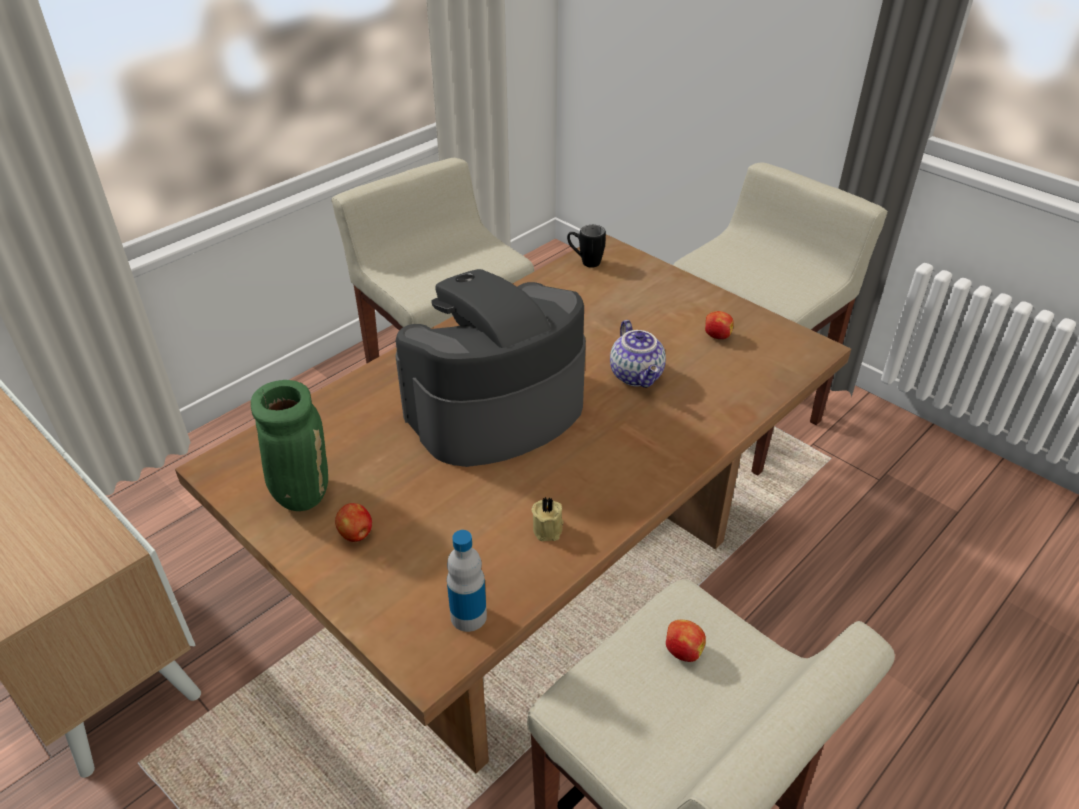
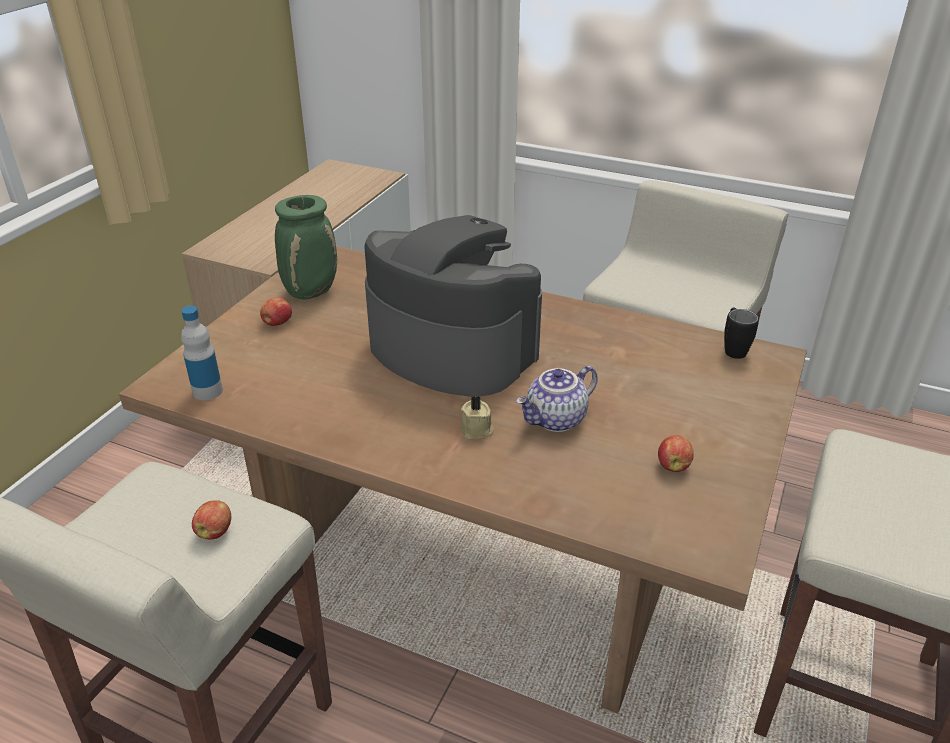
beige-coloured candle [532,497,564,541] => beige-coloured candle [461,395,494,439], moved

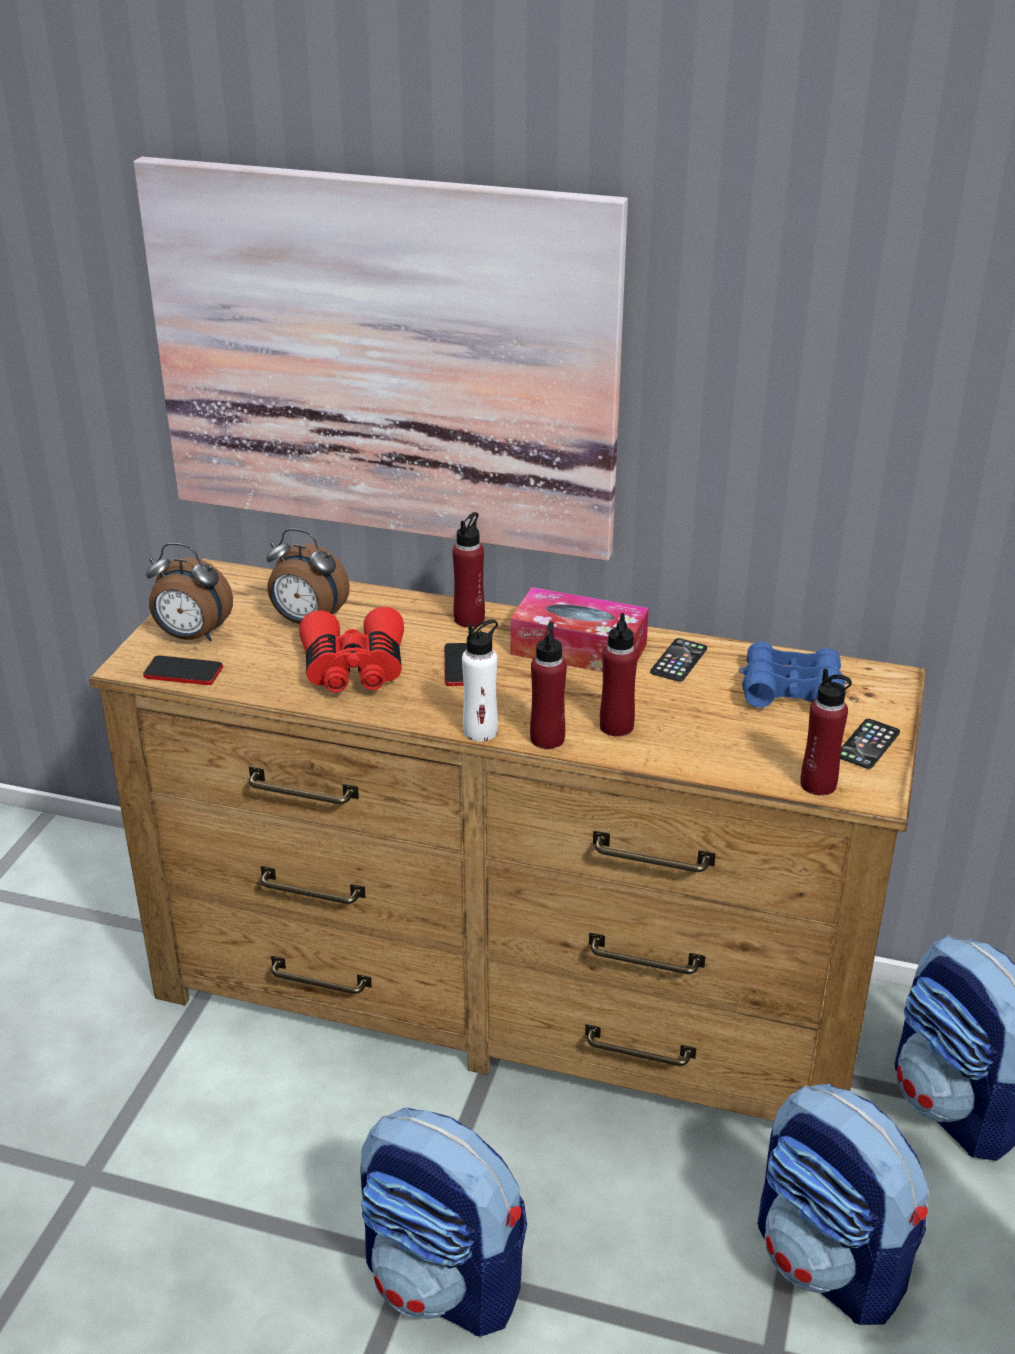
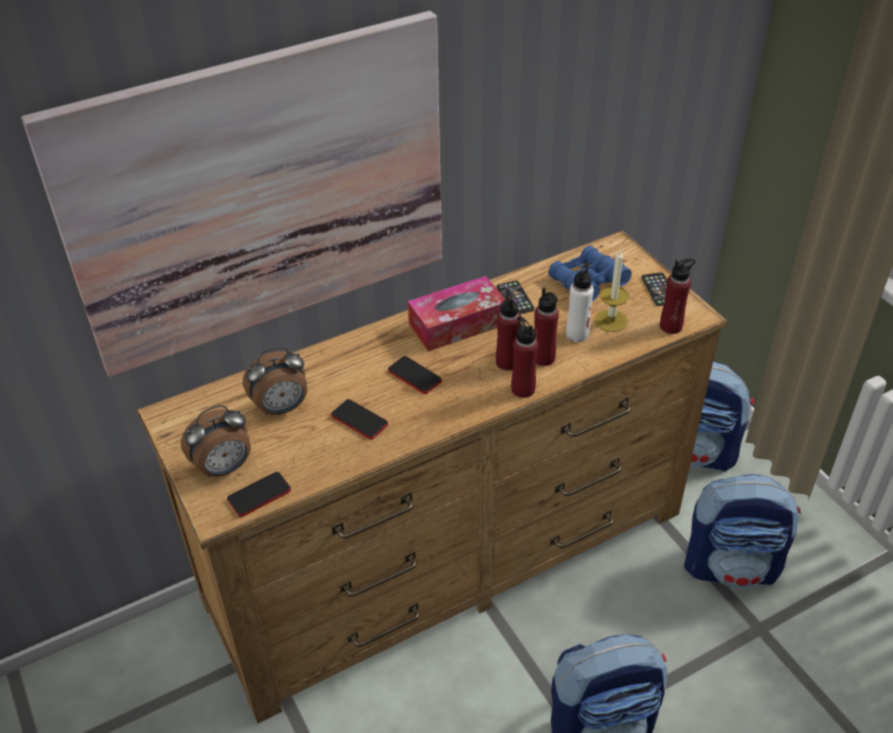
reddish pair of binoculars [299,607,404,693] => handset [331,399,388,439]
reddish beverage bottle [452,512,485,627] => reddish beverage bottle [496,289,521,371], moved
white beverage bottle [462,620,498,741] => white beverage bottle [566,262,594,342], moved
nothing => candle [595,250,629,332]

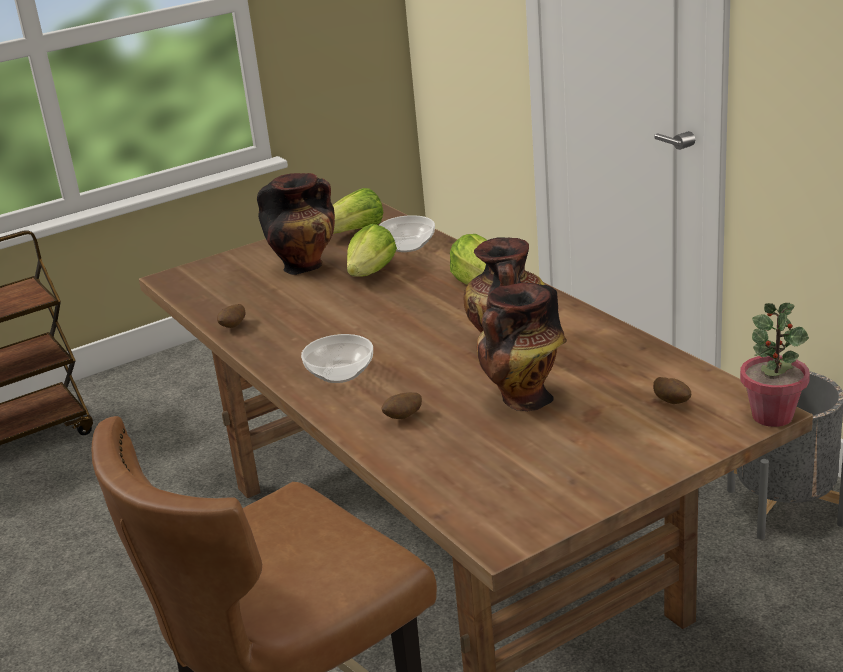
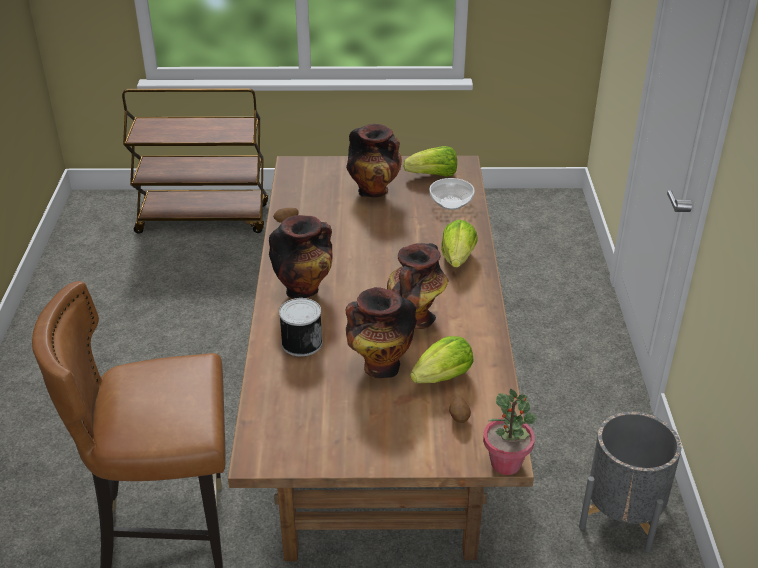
bowl [301,334,373,383] => vase [269,215,333,299]
lettuce [347,224,397,277] => lettuce [410,336,474,383], moved
spud [382,392,422,419] => can [279,298,323,356]

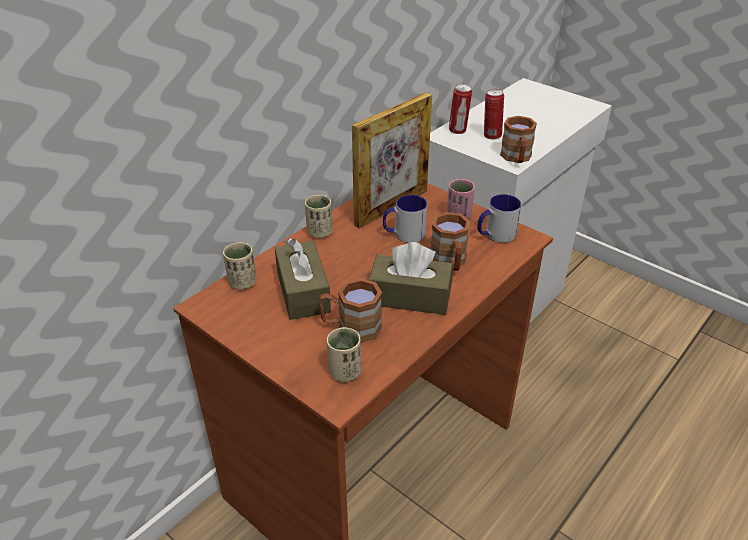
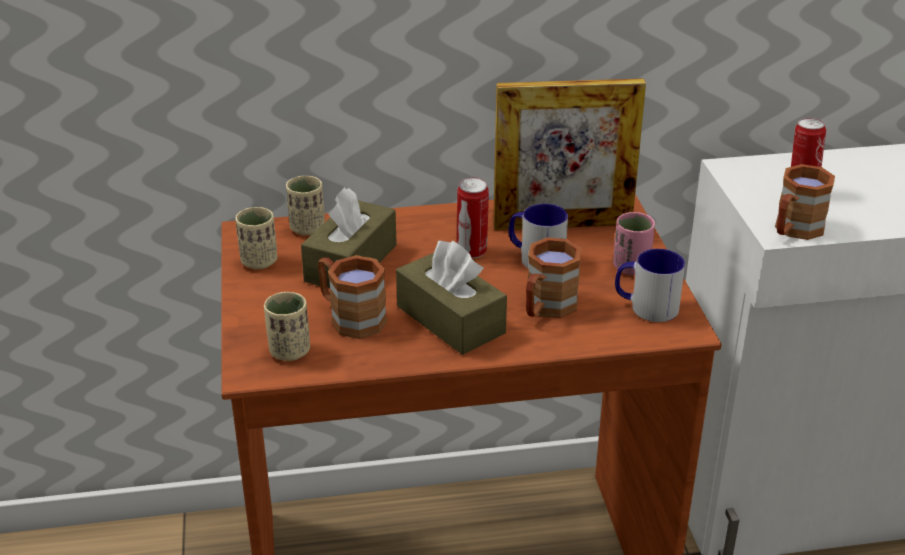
beige-coloured drinking cup [305,195,333,238] => beige-coloured drinking cup [235,207,277,269], moved
can [449,84,472,134] => can [457,177,489,258], moved

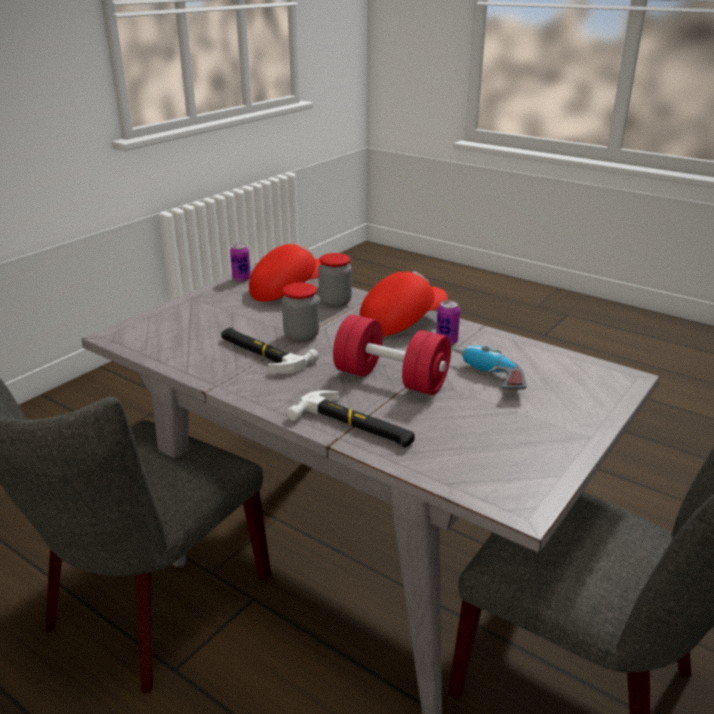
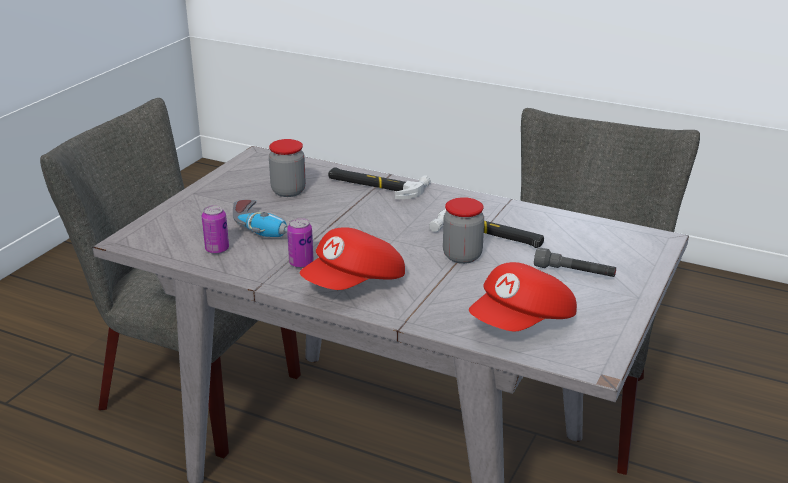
can [230,243,251,282] => can [202,205,229,254], moved
jar [318,253,352,307] => jar [269,139,306,197], moved
reddish free weight [333,315,451,395] => nothing
nothing => greyish torch [534,247,616,277]

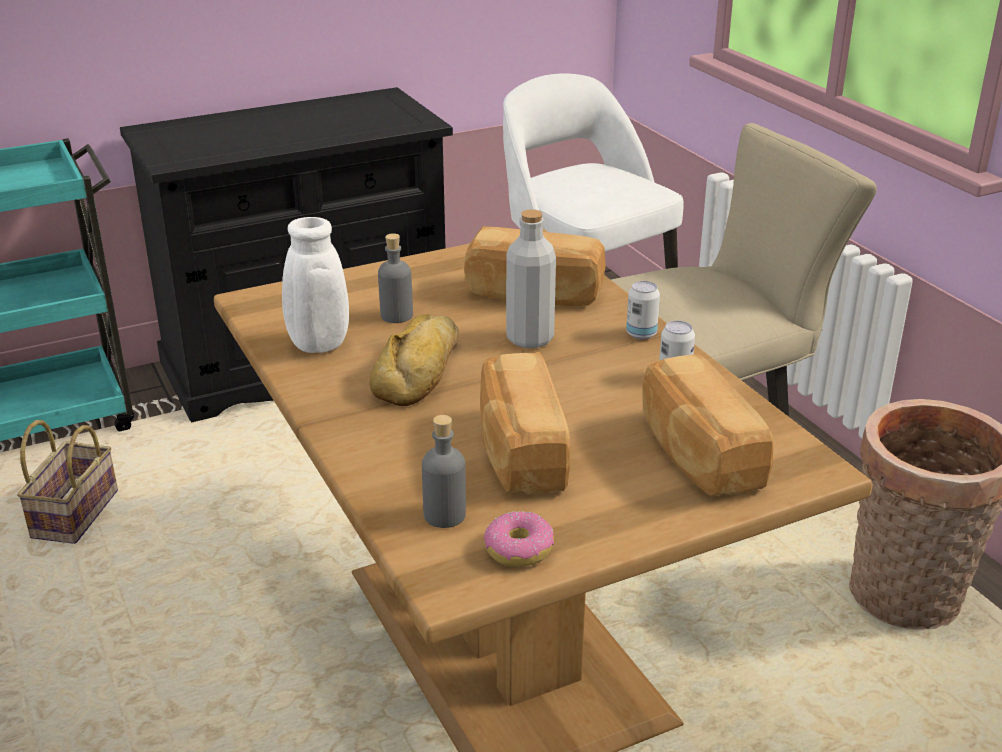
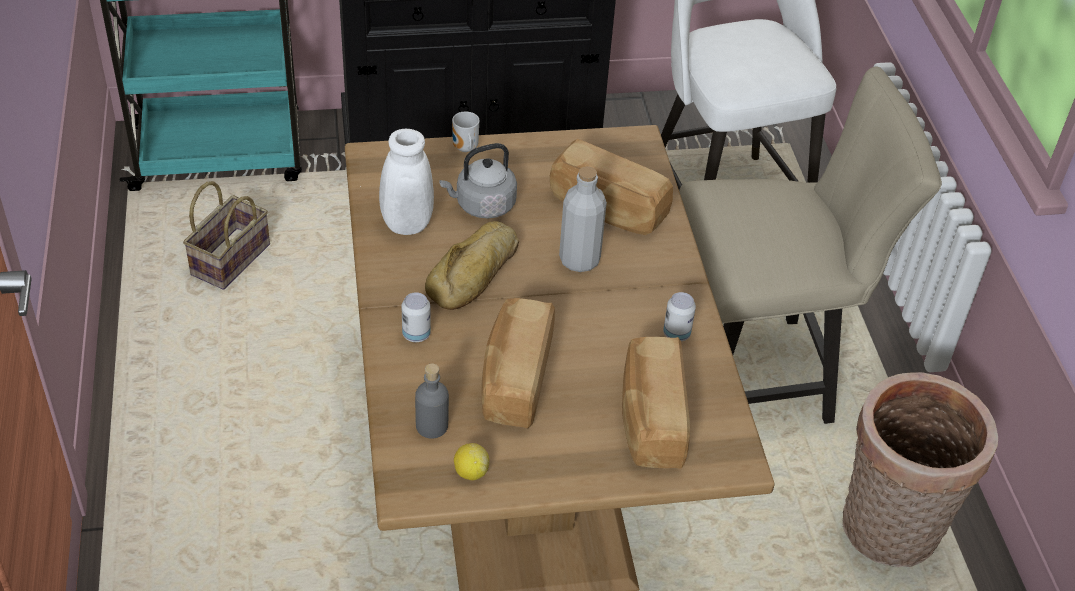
greyish beverage bottle [378,233,413,323] => greyish tea kettle [439,143,517,218]
ring doughnut [484,511,554,567] => citrus fruit [454,443,489,480]
can [626,281,660,340] => can [401,292,431,342], moved
nothing => tea mug [452,111,479,152]

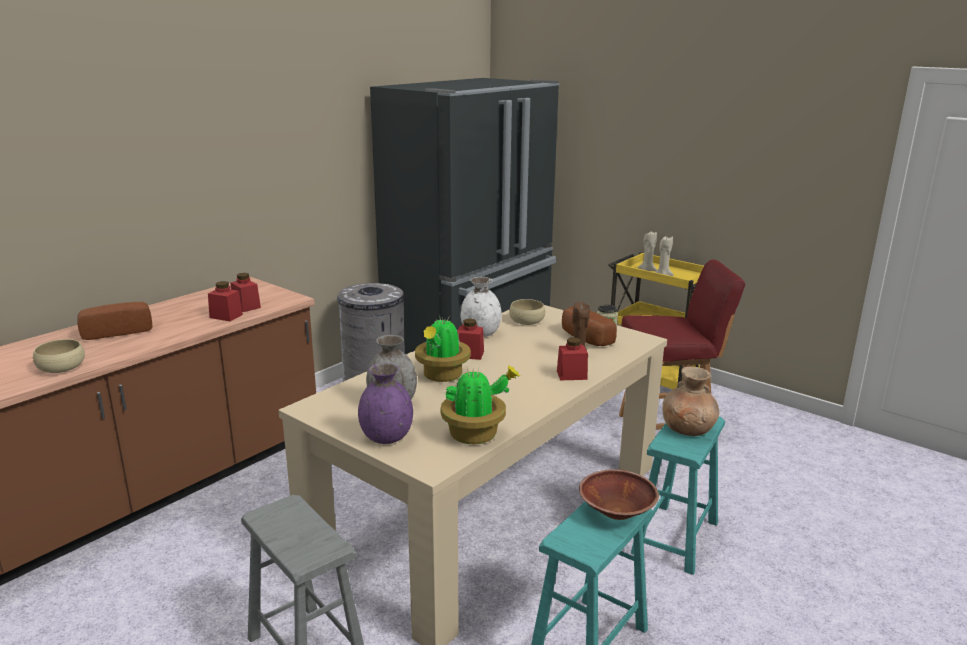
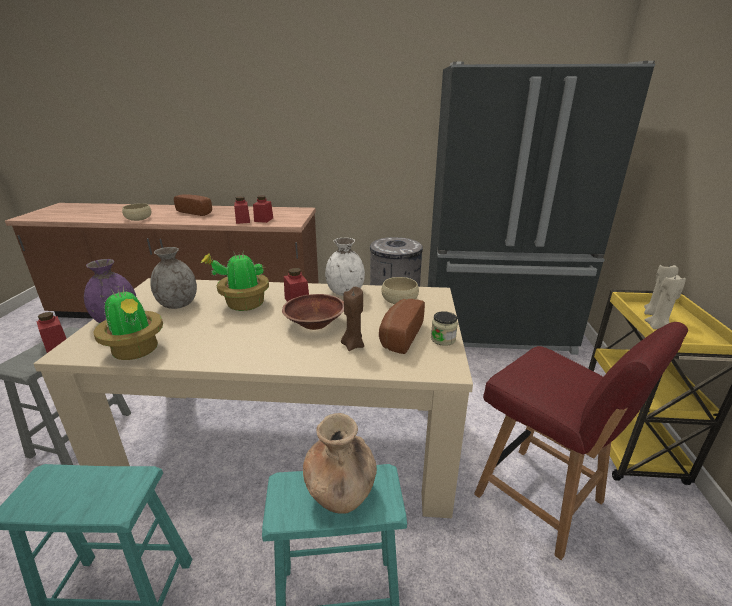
reddish jar [557,337,588,380] => reddish jar [36,312,67,353], moved
brownish bowl [579,469,659,520] => brownish bowl [282,294,344,330], moved

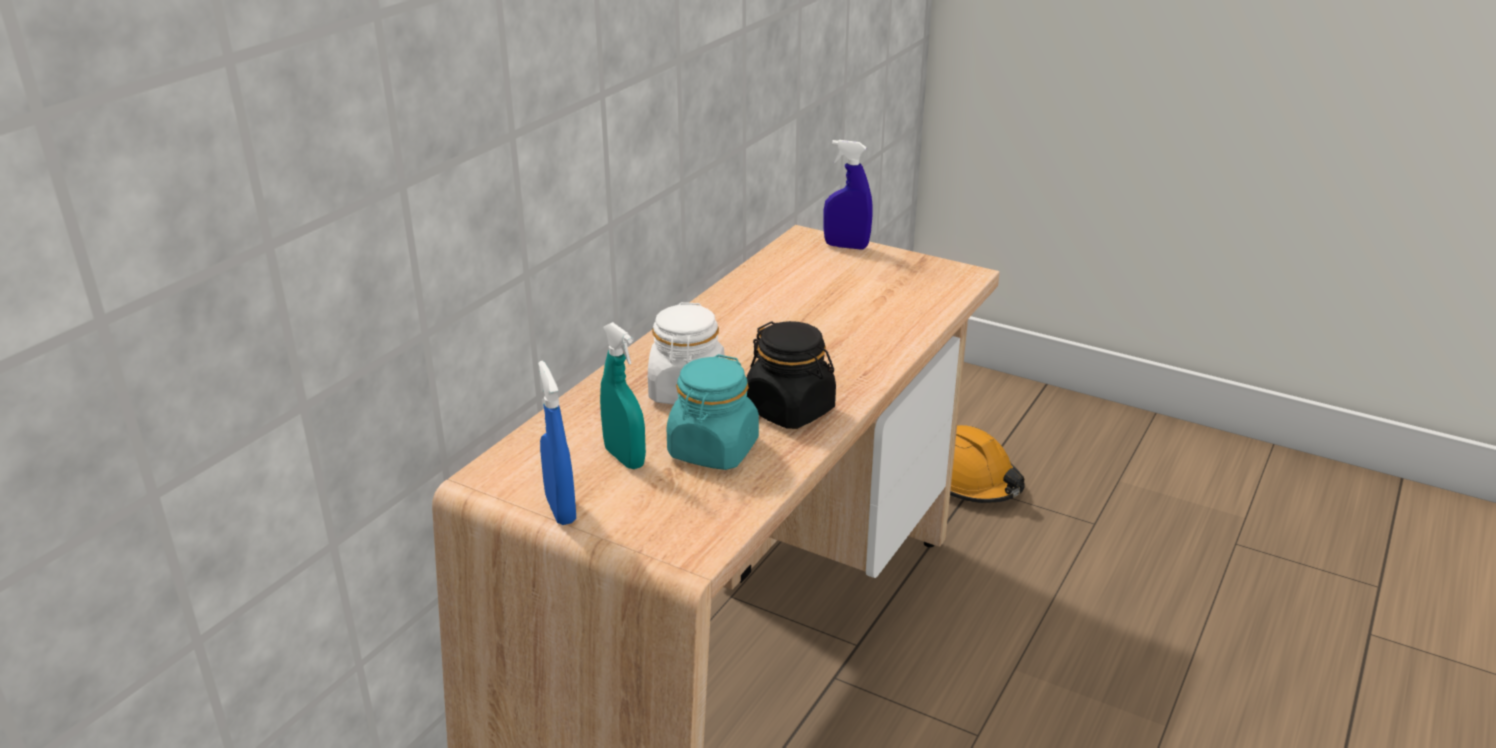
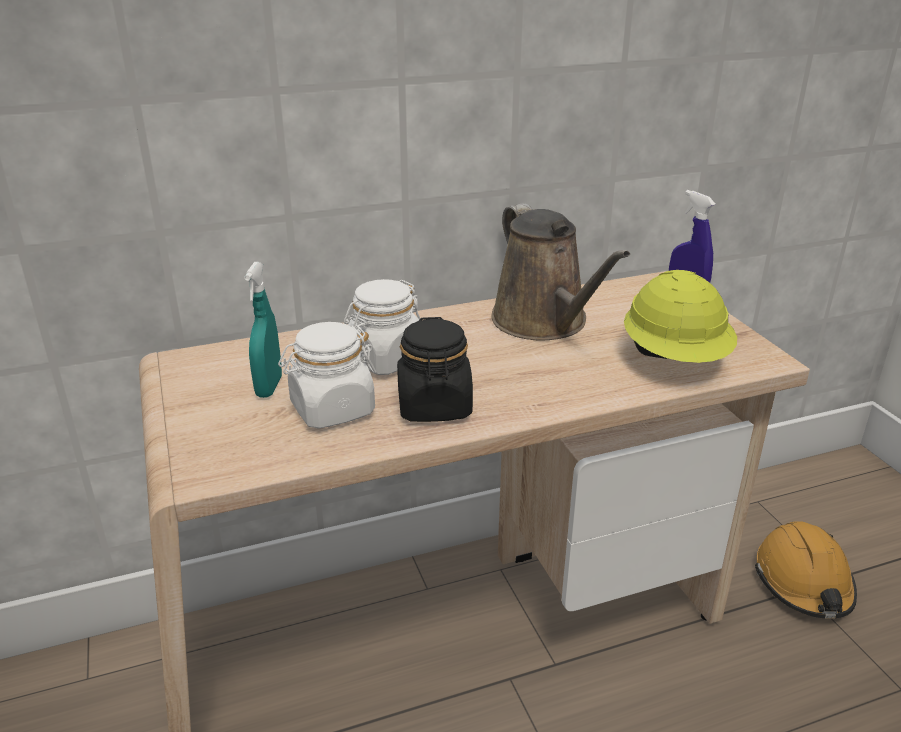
blue-coloured sprayer [538,361,576,525] => nothing
blue-green jar [667,354,759,470] => white jar [278,322,377,429]
nothing => brownish watering pot [491,203,630,340]
nothing => yellowish safety helmet [624,270,737,363]

